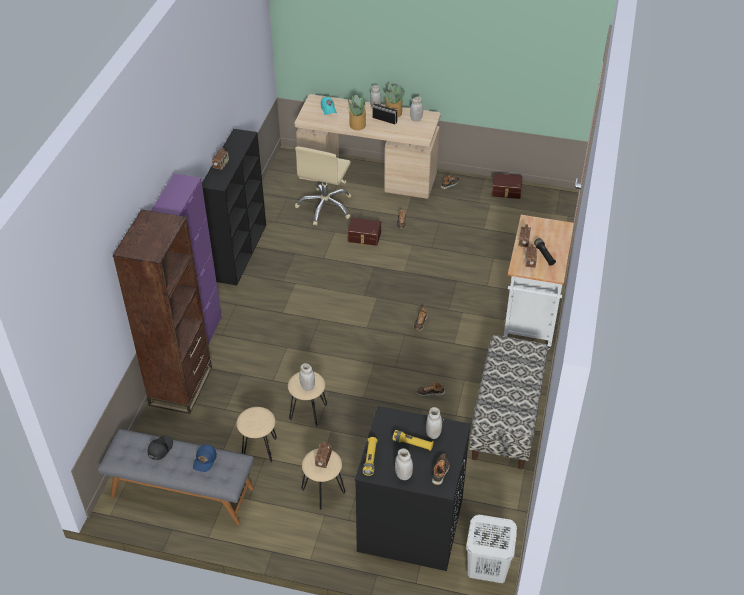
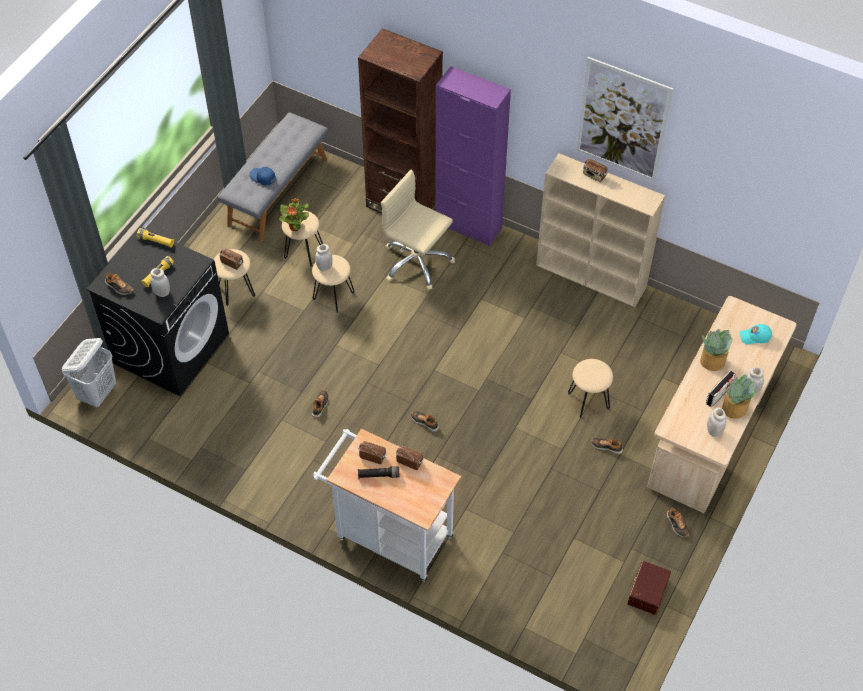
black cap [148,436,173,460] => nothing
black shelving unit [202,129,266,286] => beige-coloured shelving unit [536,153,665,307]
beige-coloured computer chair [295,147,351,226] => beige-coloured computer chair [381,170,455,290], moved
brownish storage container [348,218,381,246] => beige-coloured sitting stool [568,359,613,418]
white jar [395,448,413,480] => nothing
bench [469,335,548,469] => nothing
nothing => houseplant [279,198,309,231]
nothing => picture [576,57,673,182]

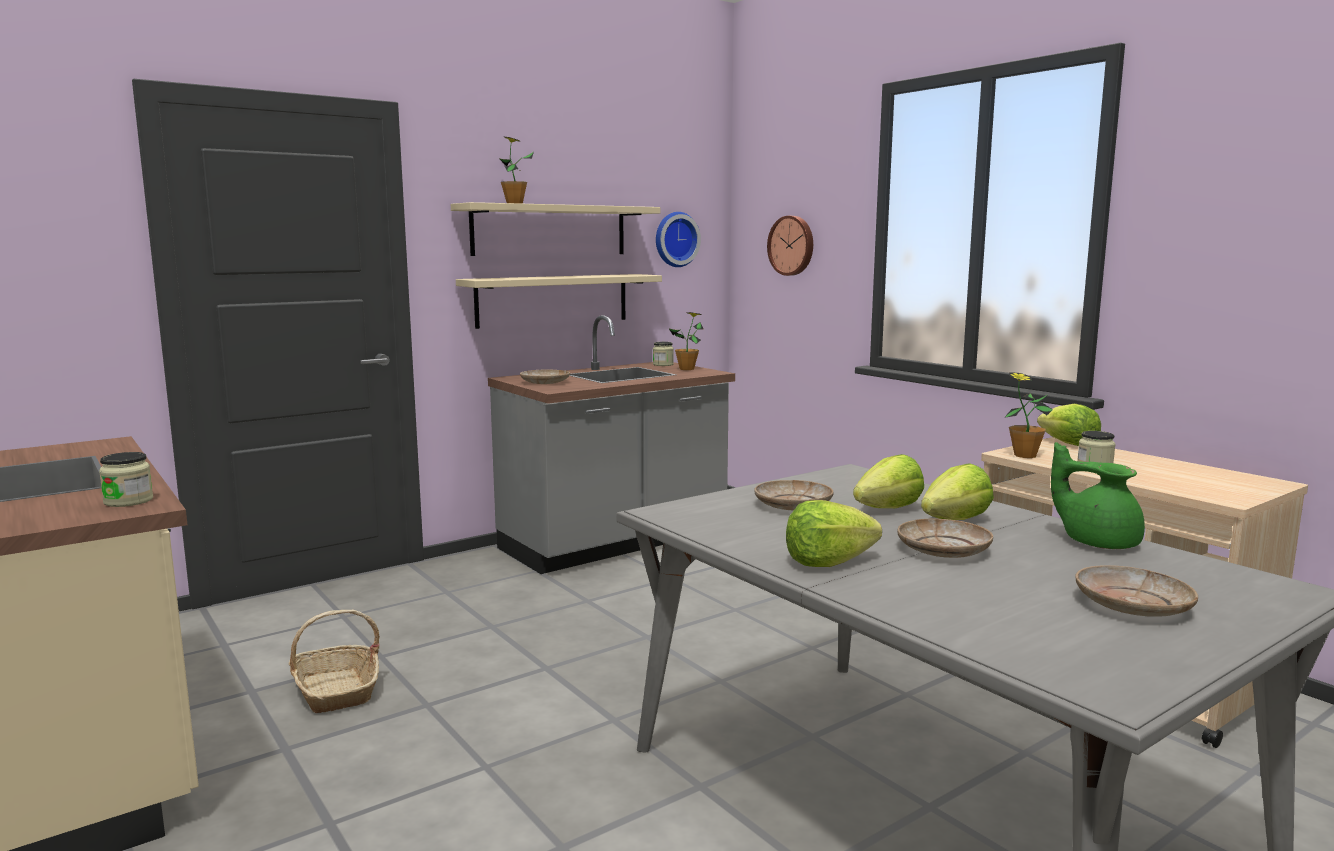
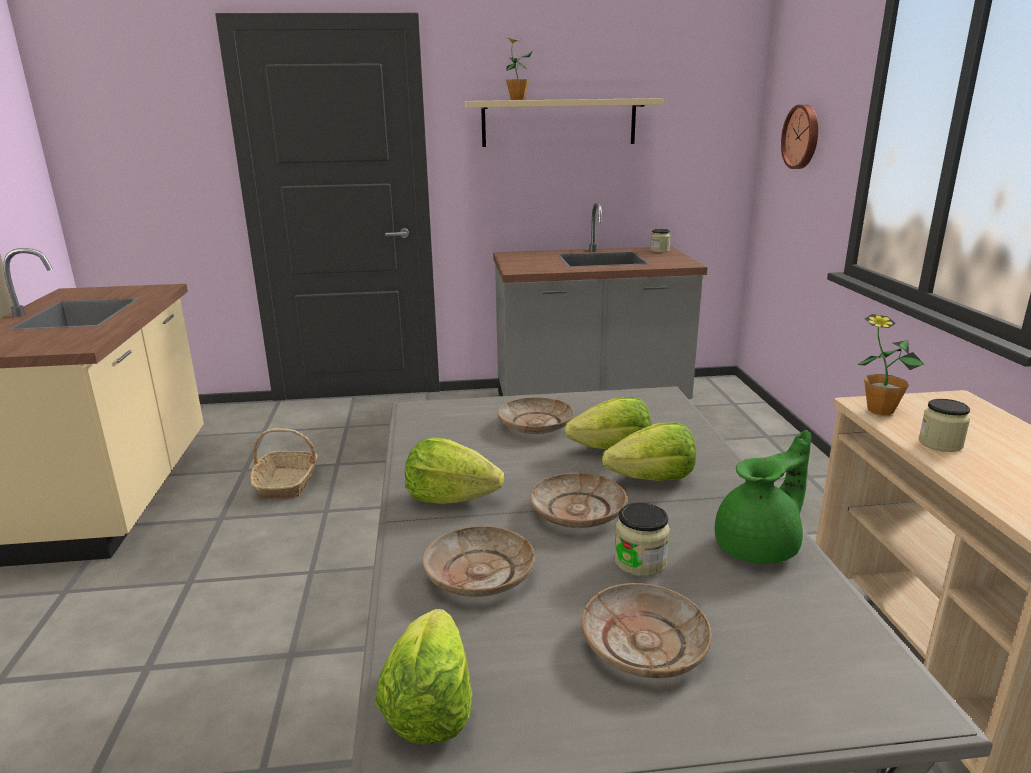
jar [99,452,153,507] => jar [615,503,670,577], moved
beige-coloured bracket shelf [456,274,662,329] => nothing
beige-coloured dinner plate [520,370,570,384] => beige-coloured dinner plate [422,526,535,597], moved
clock on the wall [656,212,701,267] => nothing
houseplant [669,312,703,370] => nothing
lettuce [1037,404,1101,446] => lettuce [375,609,472,744], moved
green-coloured tea pot [1051,442,1145,549] => green-coloured tea pot [715,430,811,564], 75 degrees clockwise

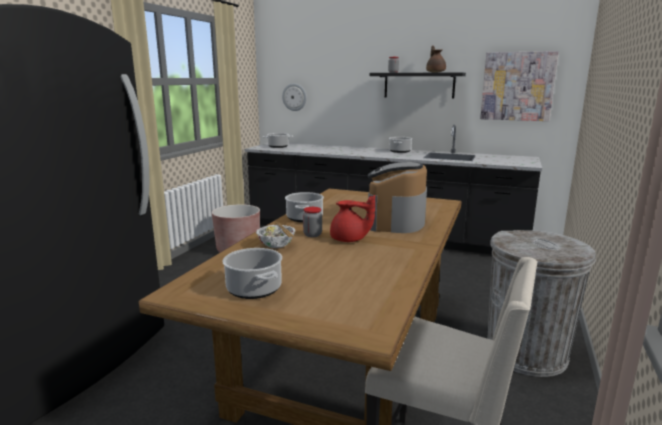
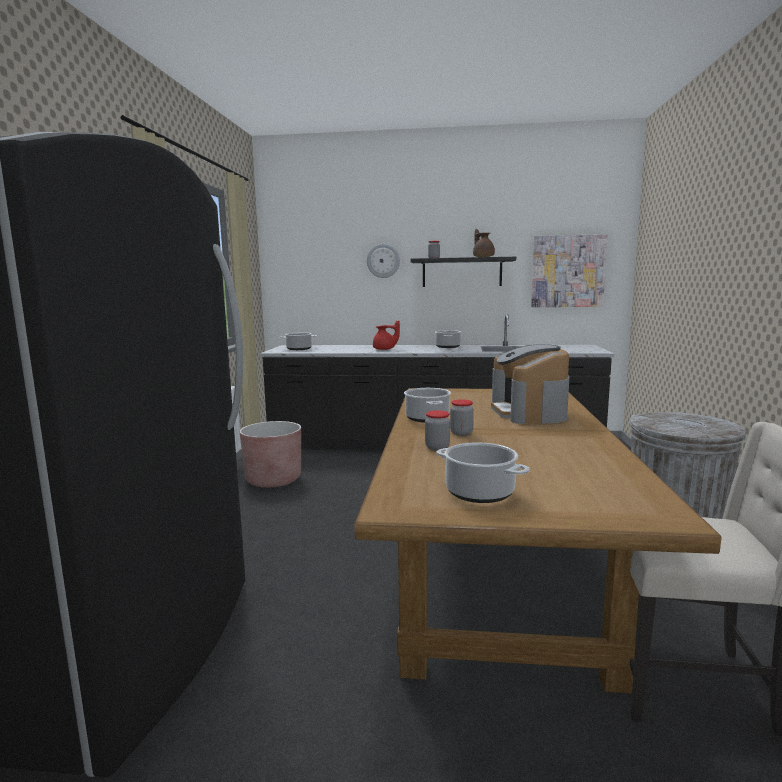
bowl [256,222,295,248] => jar [425,410,450,450]
clock on the wall [282,83,307,111] => clock on the wall [367,244,400,278], moved
reddish tea pot [330,195,375,242] => reddish tea pot [373,320,400,350], moved

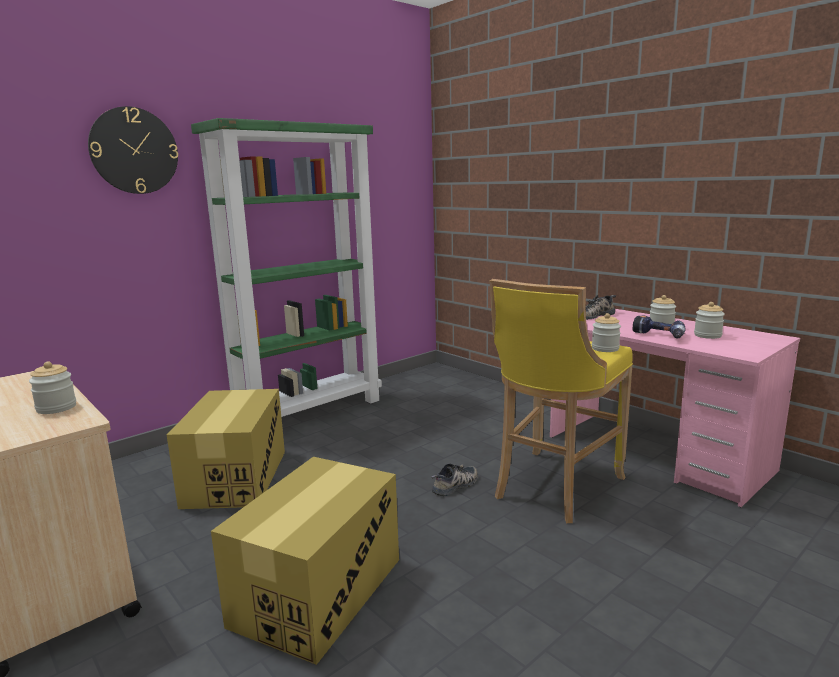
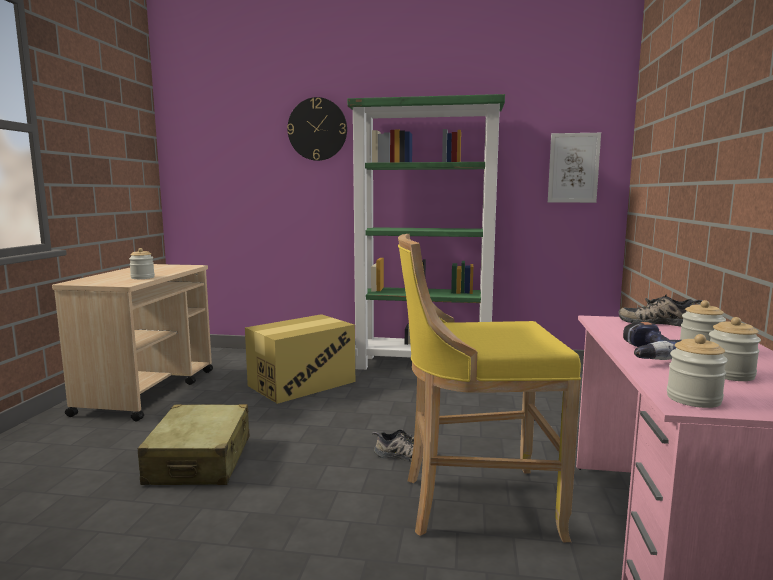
carton [211,457,399,665] => beige-coloured suitcase [138,404,249,485]
jar [592,313,621,352] => jar [667,334,728,408], moved
nothing => picture [548,133,601,203]

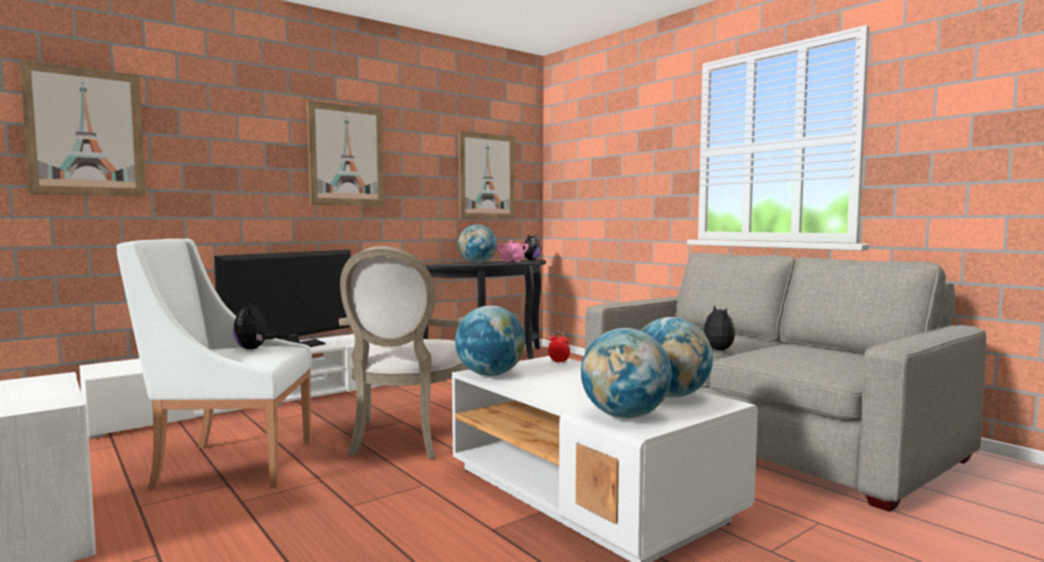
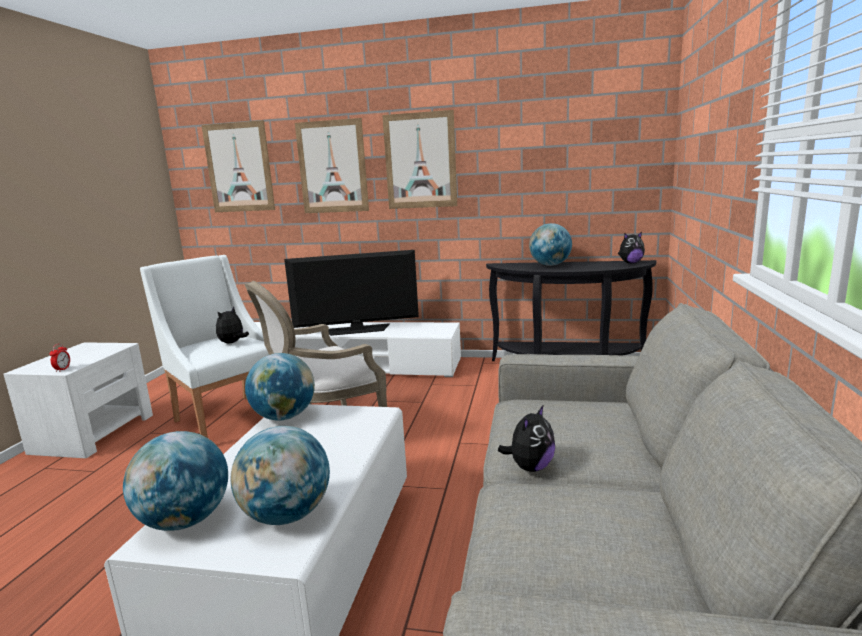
picture [459,131,514,219] => picture [295,118,369,213], moved
pink tea pot [496,240,529,263] => nothing
bedside clock [548,331,570,364] => bedside clock [50,344,70,372], moved

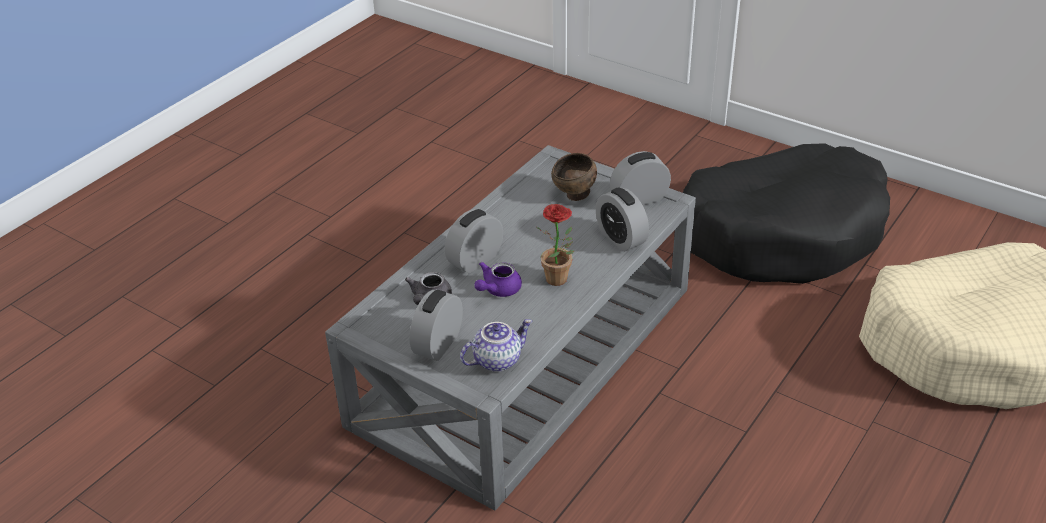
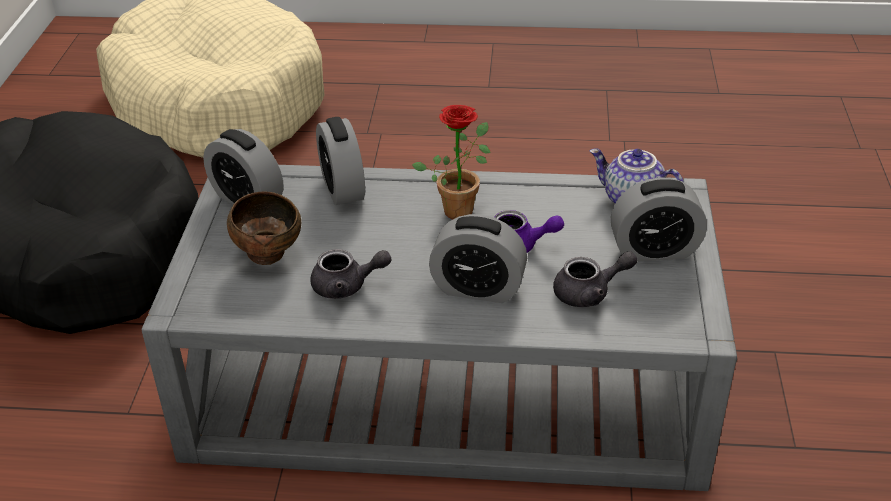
bedside clock [596,188,649,251] => bedside clock [316,117,365,205], 135 degrees clockwise
nothing => greyish tea pot [311,249,391,299]

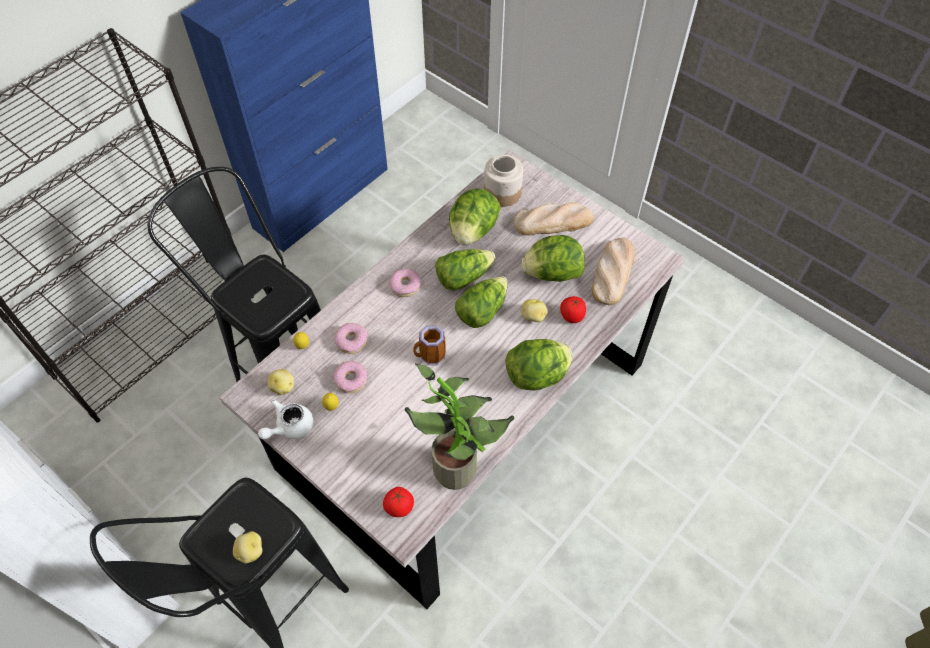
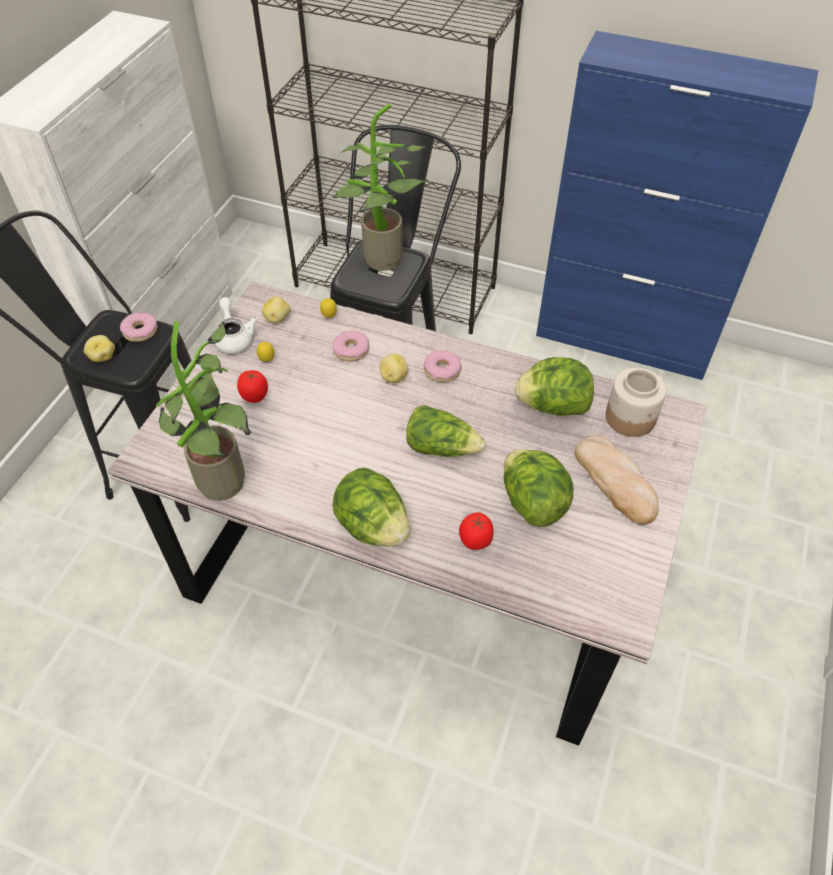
white tea pot [258,399,313,439] => white tea pot [215,297,258,354], 45 degrees clockwise
ring doughnut [333,361,367,393] => ring doughnut [120,312,158,342], moved
fresh tomato [383,487,414,517] => fresh tomato [237,370,268,403], moved
tea mug [413,325,446,365] => nothing
lettuce [435,249,495,290] => nothing
spud [521,299,548,322] => spud [380,354,408,383], moved
bread [592,238,635,305] => nothing
nothing => houseplant [332,103,428,271]

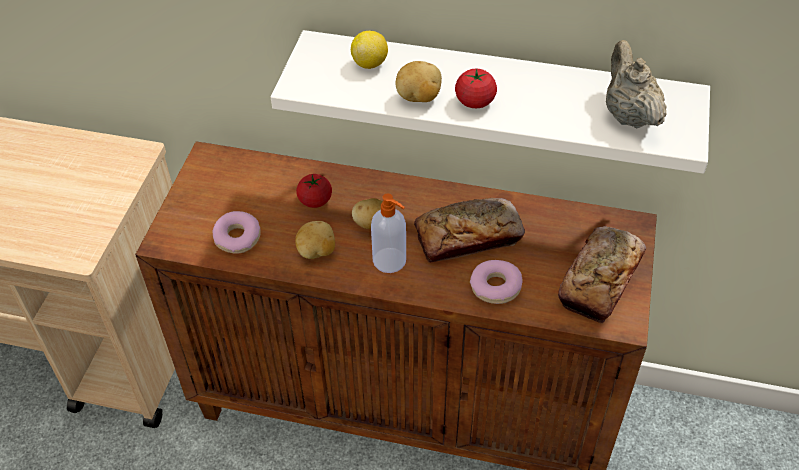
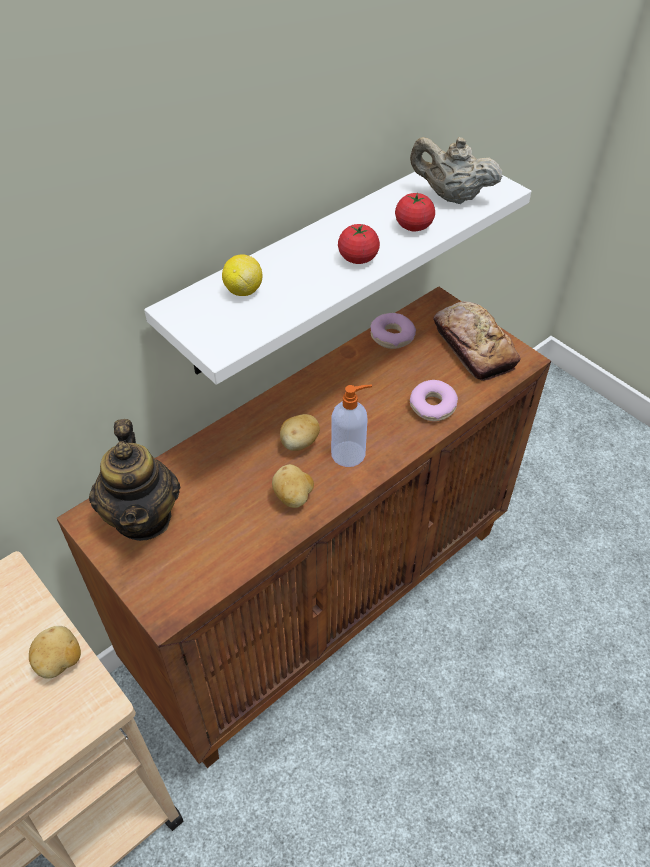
ring doughnut [213,211,261,254] => ring doughnut [370,313,416,349], moved
fresh tomato [296,174,332,208] => fresh tomato [395,193,435,231], moved
spud [395,61,442,102] => spud [29,626,81,679], moved
bread [414,198,525,263] => nothing
nothing => tea pot [89,419,180,541]

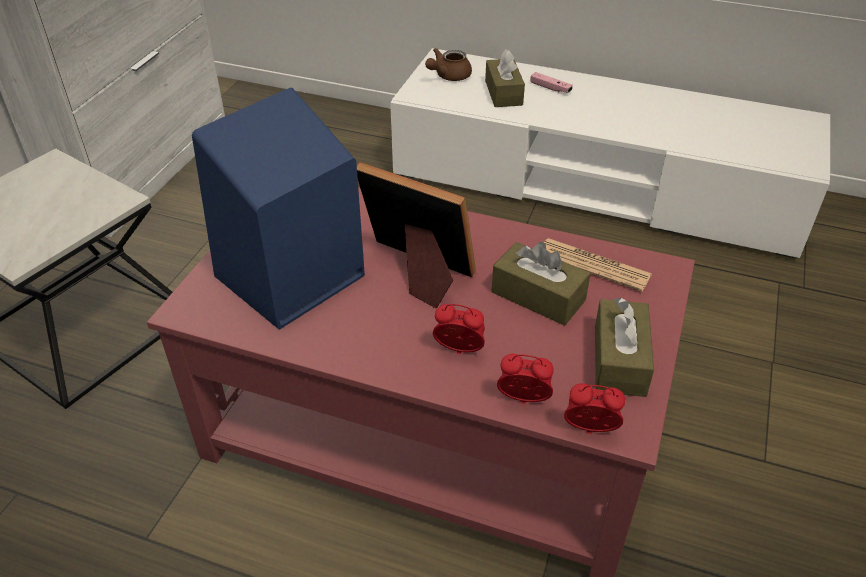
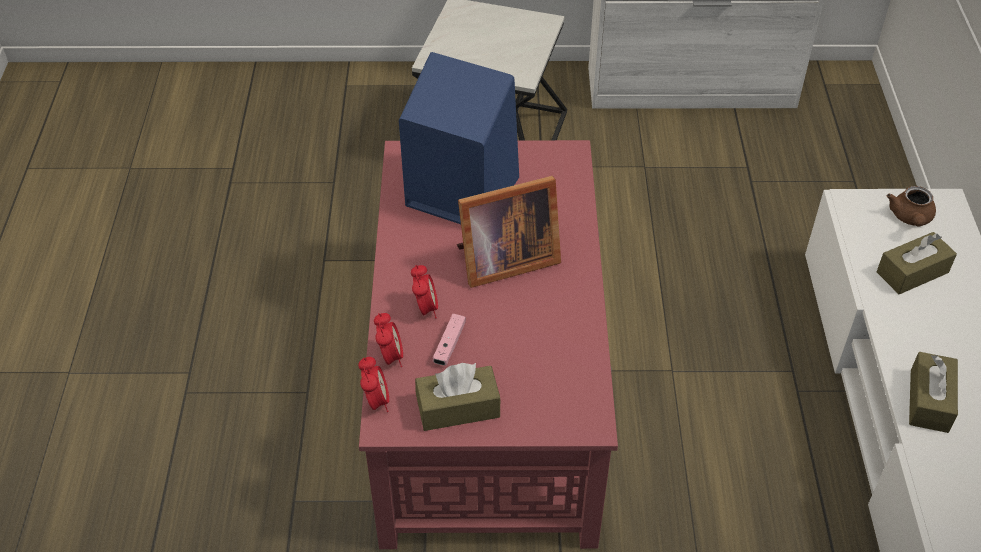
standing frame [357,162,476,308] => standing frame [457,176,561,288], 60 degrees clockwise
brownish tea pot [425,48,472,81] => brownish tea pot [887,186,936,227], 105 degrees counterclockwise
brownish box of tissues [492,242,590,326] => brownish box of tissues [909,352,958,433], moved
pink game controller [530,72,573,93] => pink game controller [433,314,466,366], moved
daily paper [544,238,652,292] => nothing

